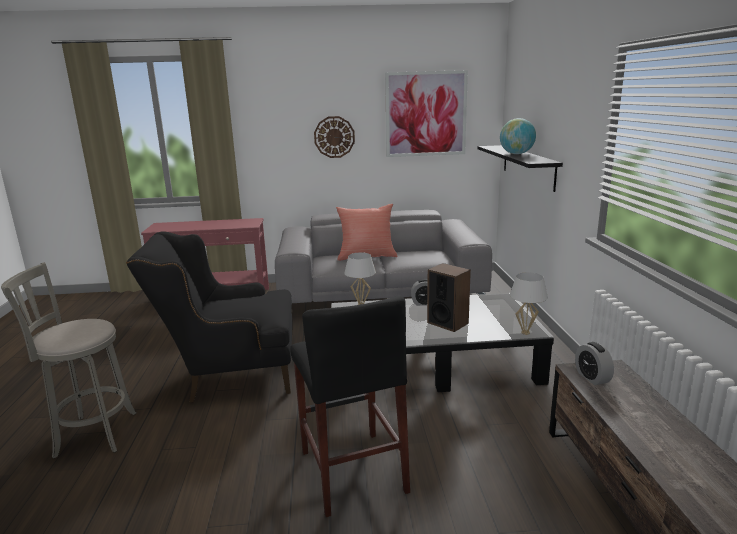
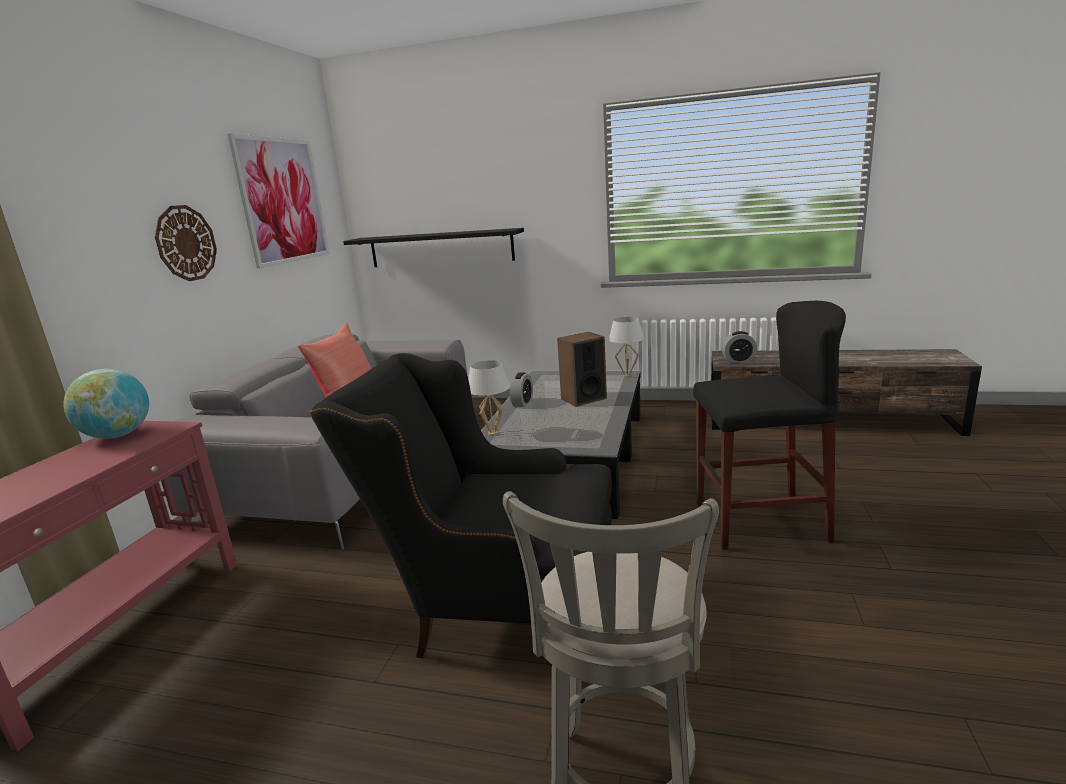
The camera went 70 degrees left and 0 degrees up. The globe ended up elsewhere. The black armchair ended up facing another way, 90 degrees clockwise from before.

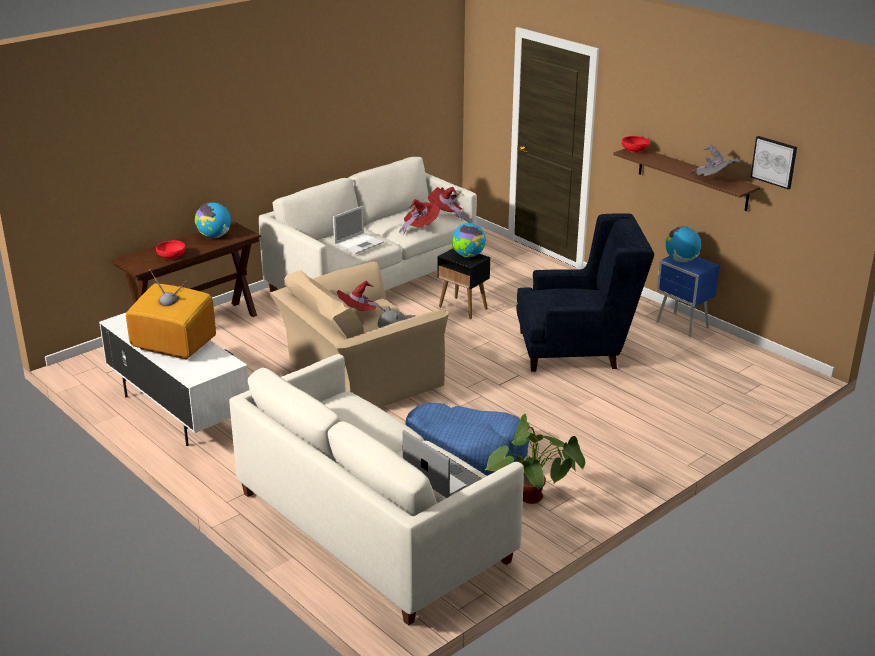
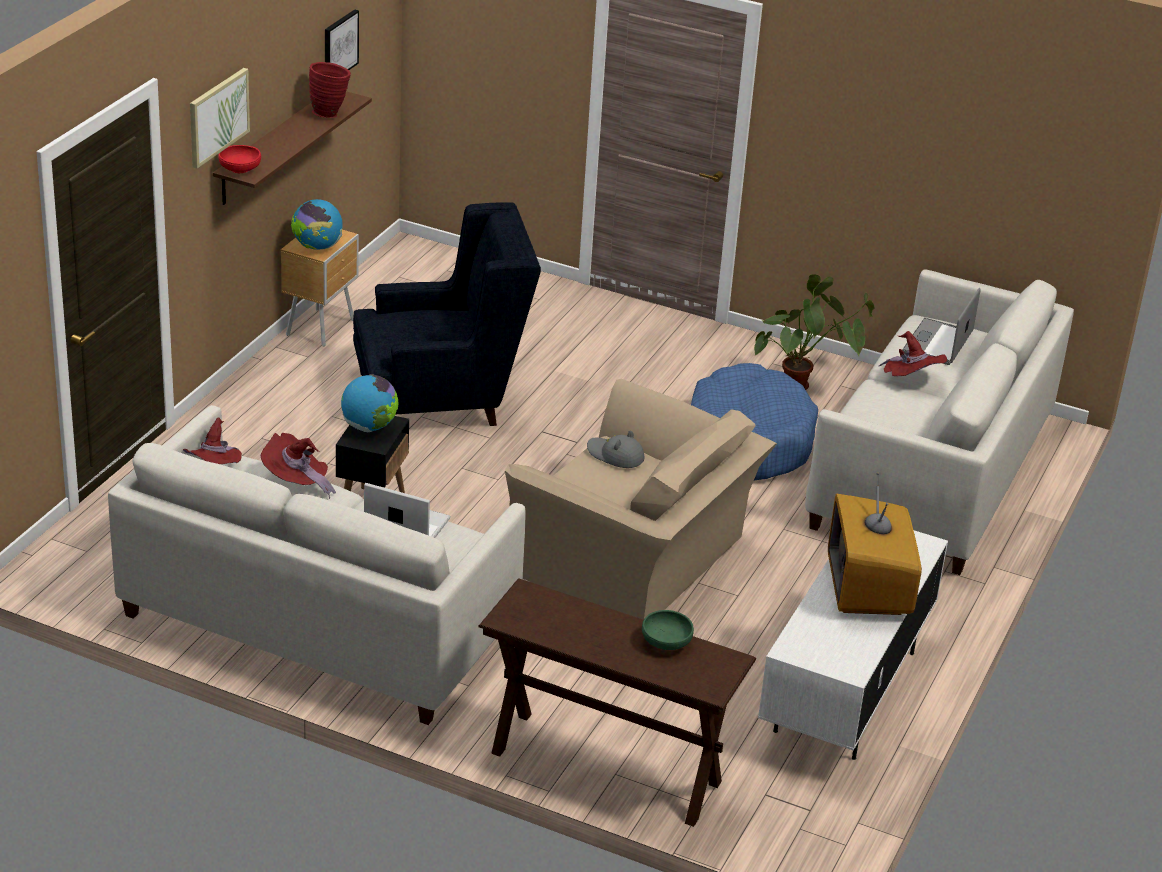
The camera went 115 degrees left and 5 degrees up. The second view lost the globe (1st from left). The second view gained the picture (1st from left). The red hat (1st from left in the first image) ended up elsewhere. Where the grey hat (2nd from left) stood, the red vase came to stand. What was the red bowl (1st from left) turned into the green bowl. What was the blue nightstand turned into the brown nightstand. The blue armchair ended up facing another way, 105 degrees clockwise from before.

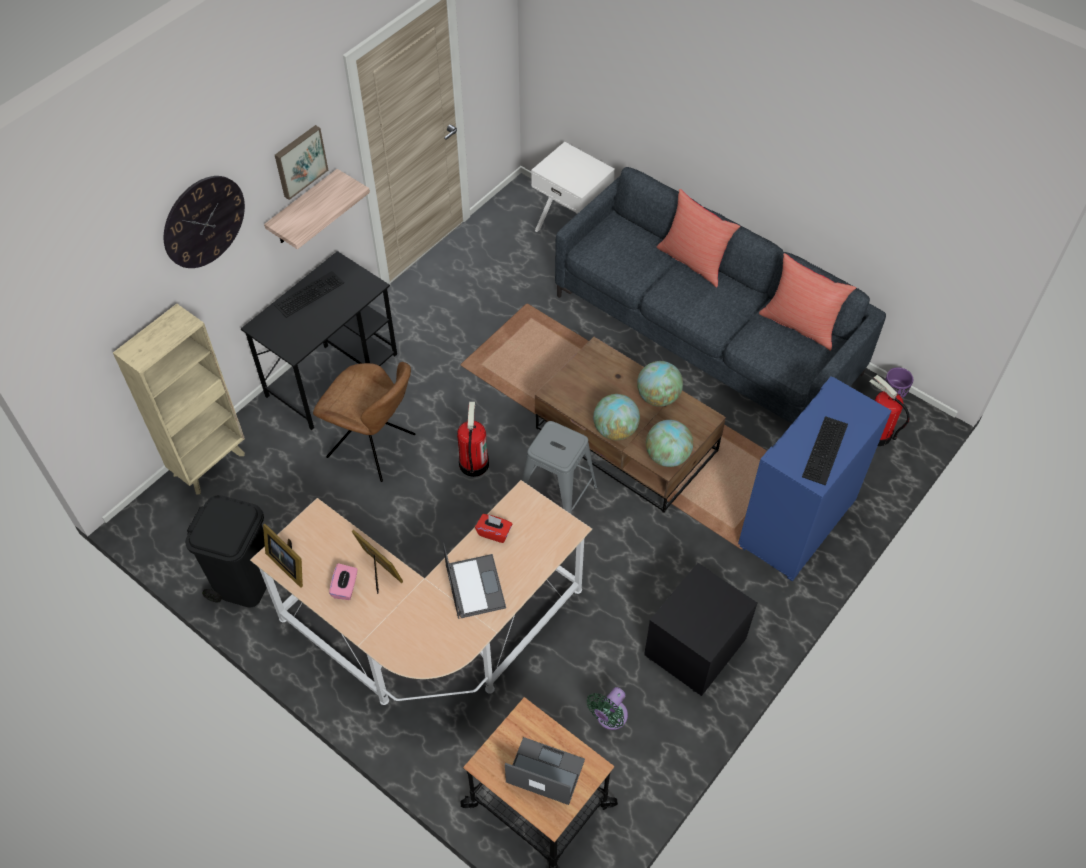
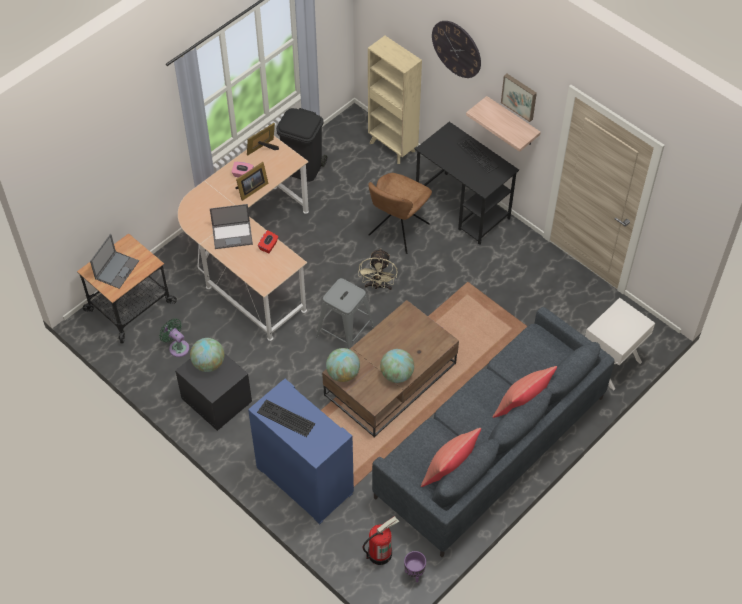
The camera went 95 degrees right and 0 degrees up. The globe (1st from left) ended up elsewhere. Where the fire extinguisher (1st from left) stood, the beige fan came to stand.

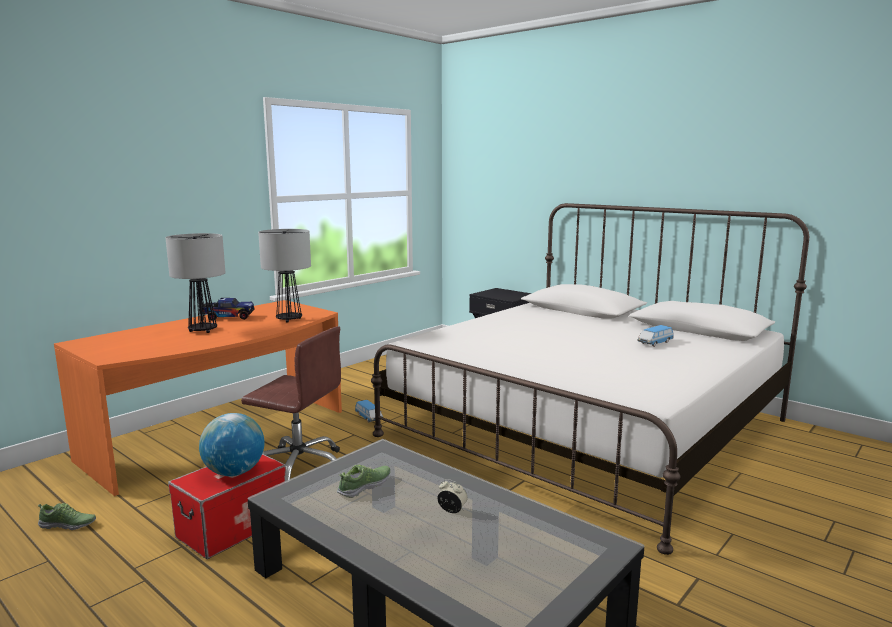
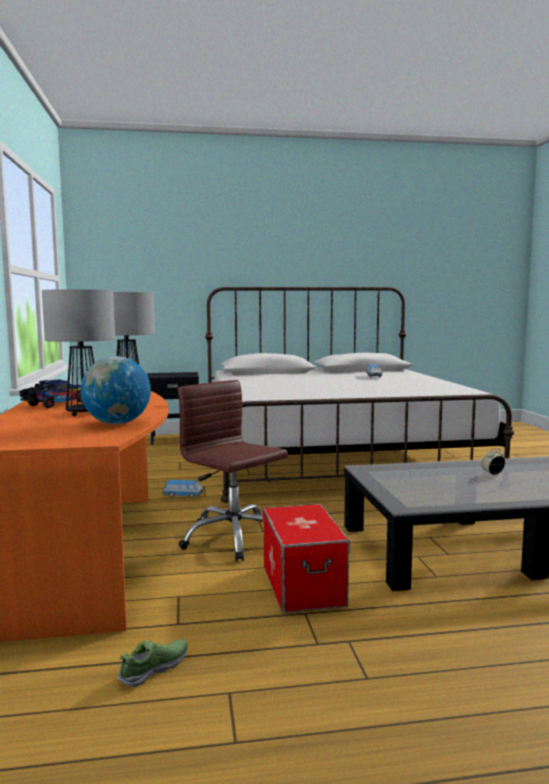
The camera went 50 degrees left and 5 degrees down. The second view lost the shoe (2nd from left). The globe ended up elsewhere. The brown office chair ended up facing another way, 105 degrees counterclockwise from before.

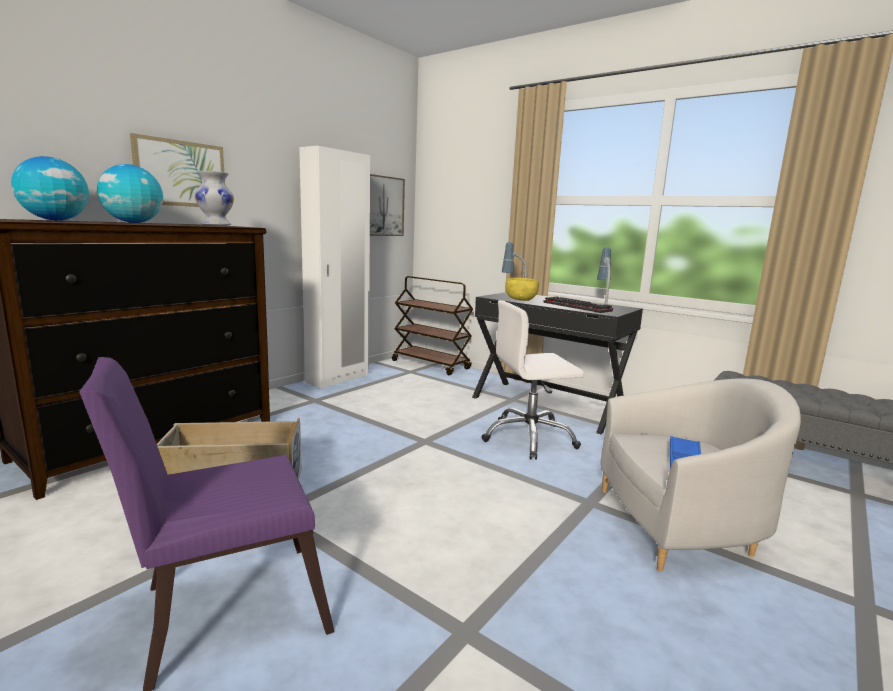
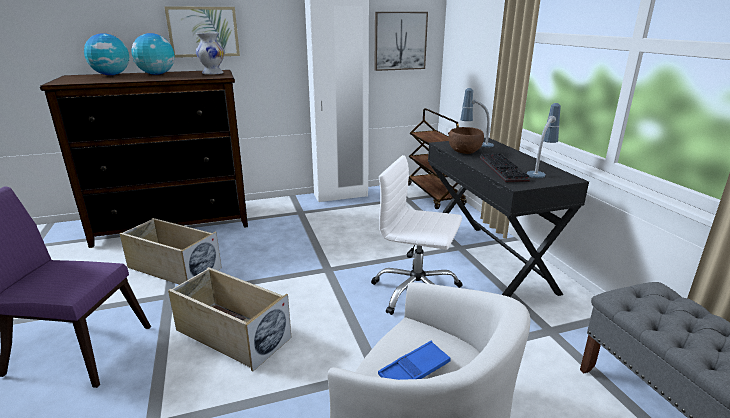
The camera went 35 degrees right and 10 degrees up. The second view gained the beige storage box (2nd from left). What was the yellow bowl turned into the brown bowl.

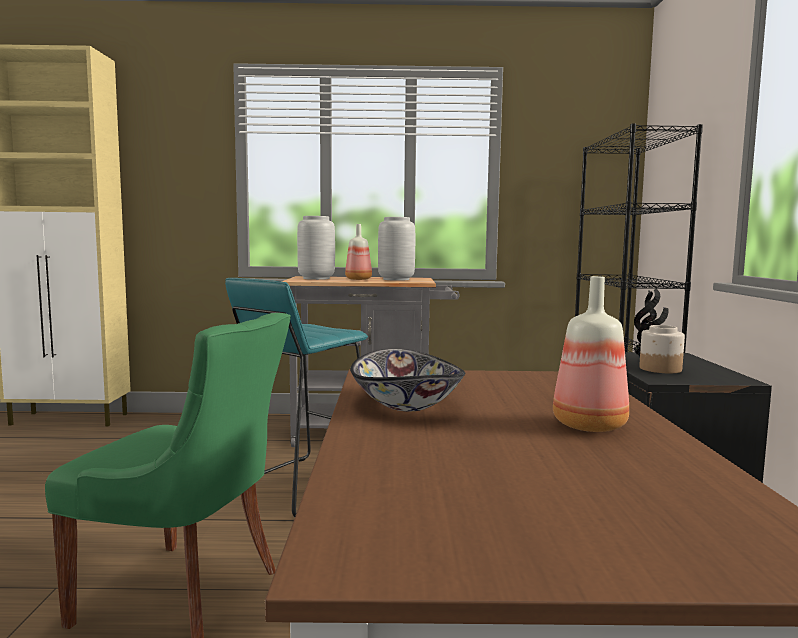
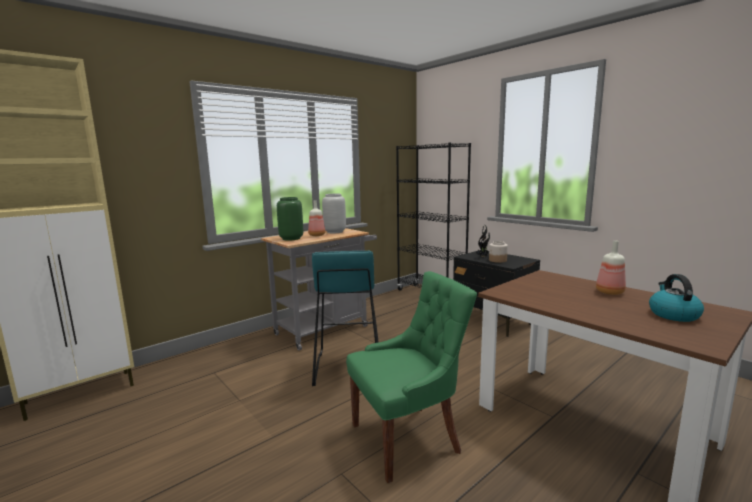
The camera went 40 degrees left and 5 degrees up. The second view lost the bowl. The second view gained the kettle. What was the grey vase (1st from left) turned into the green vase.

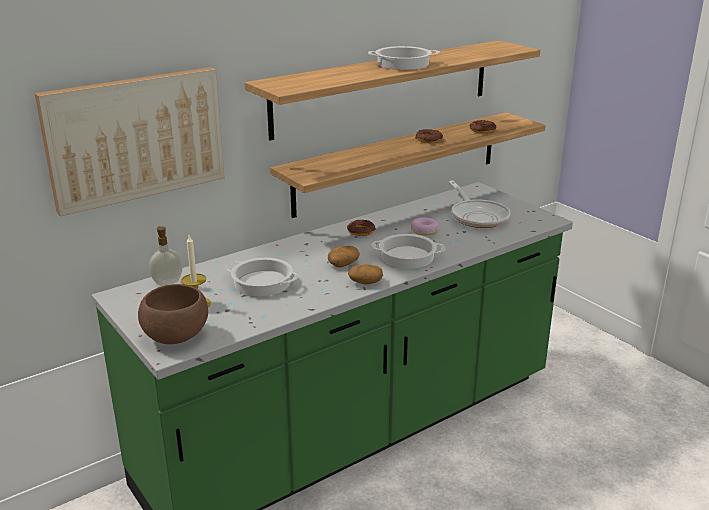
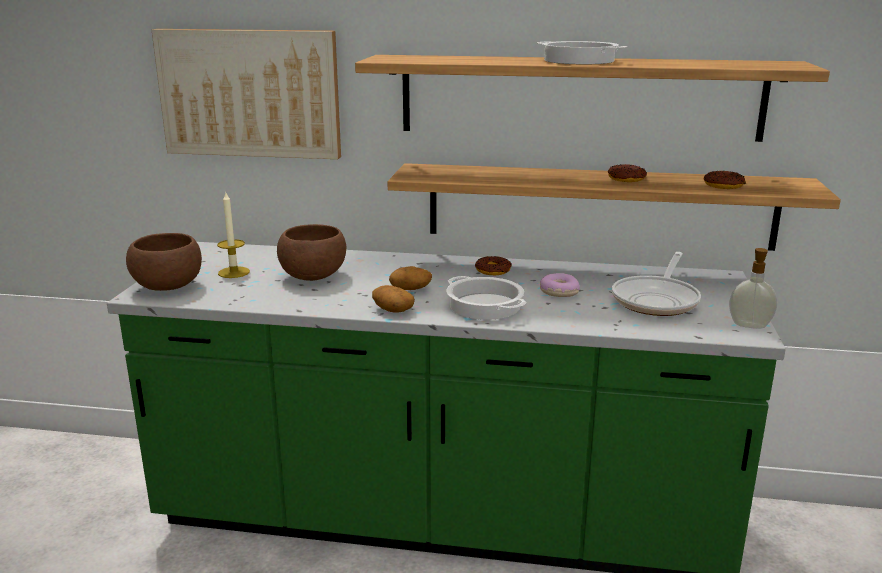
The camera went 45 degrees right and 5 degrees down. The soap dispenser ended up elsewhere. Where the cooking pot (1st from left) stood, the brown bowl (2nd from left) came to stand.

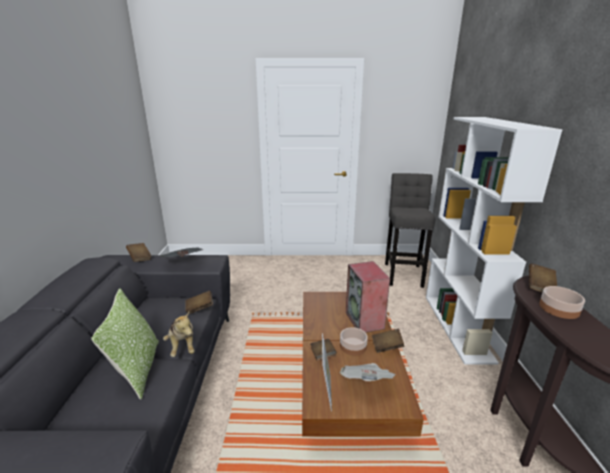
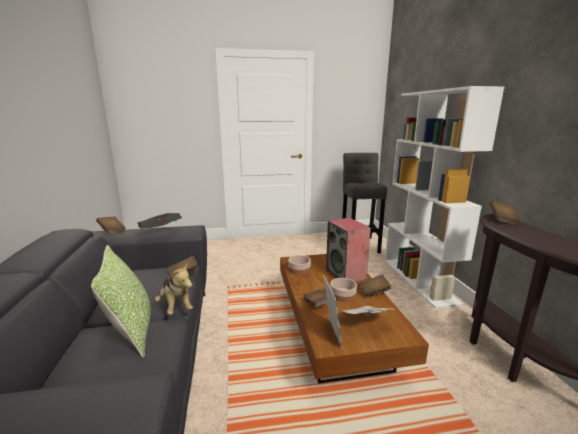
The camera went 10 degrees left and 5 degrees down. The bowl (2nd from left in the first image) ended up elsewhere.

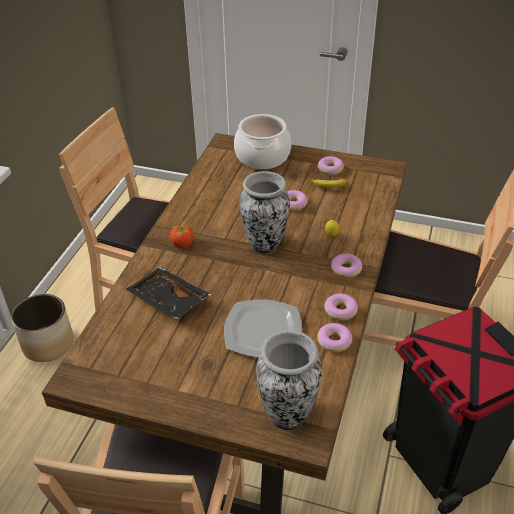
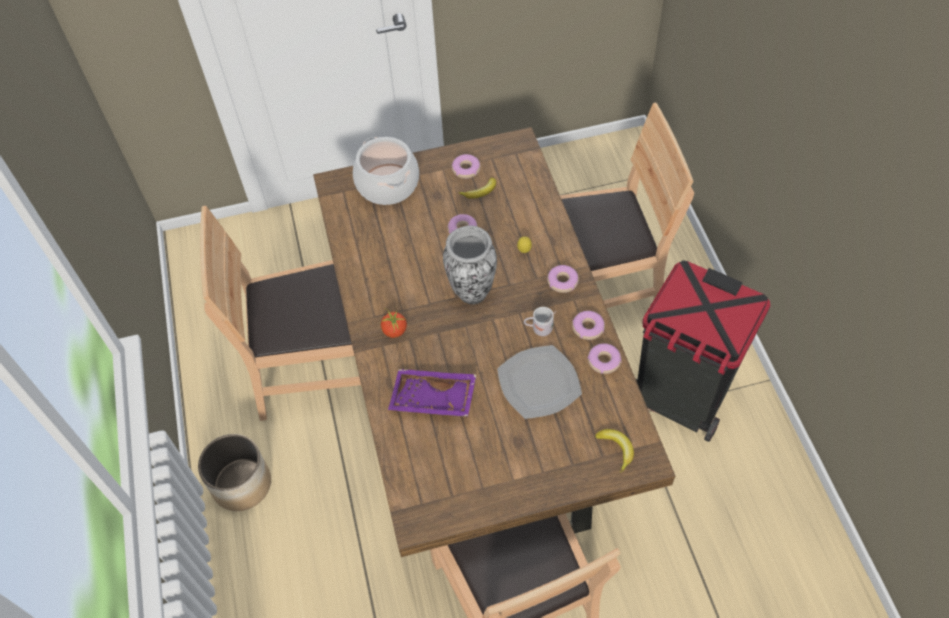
The camera went 30 degrees left and 15 degrees up. The second view gained the white mug. Where the vase (2nd from left) stood, the banana (2nd from left) came to stand. What was the black tray turned into the purple tray.

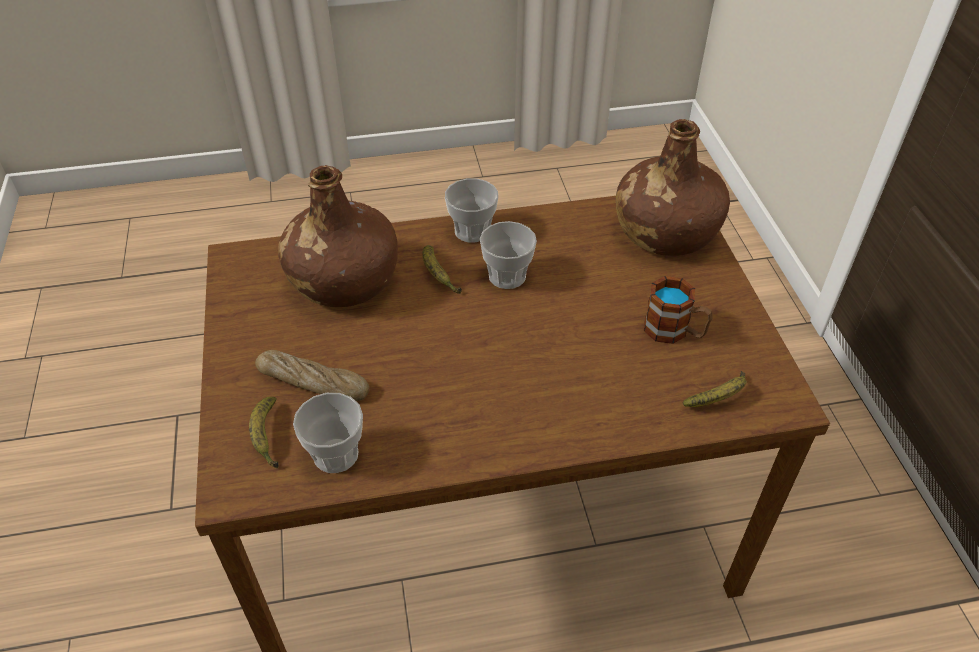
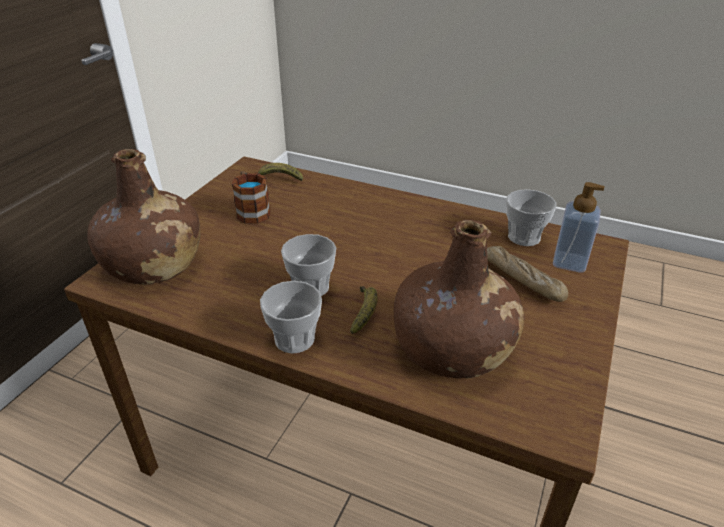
The camera went 145 degrees left and 10 degrees down. Where the banana (1st from left) stood, the soap dispenser came to stand.

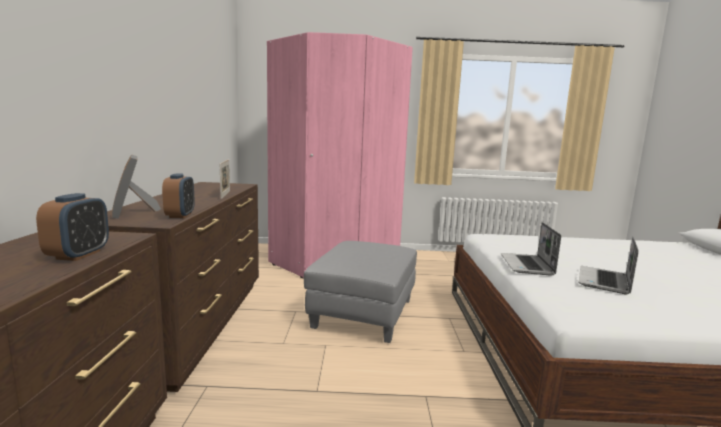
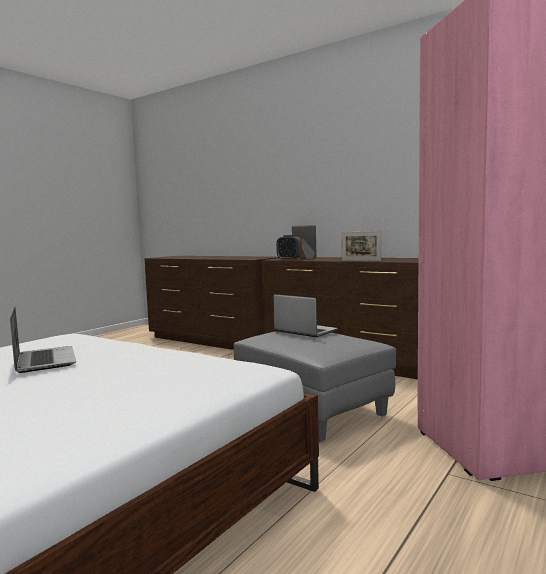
The camera went 125 degrees right and 5 degrees down. The second view lost the alarm clock (1st from left). The laptop (1st from left in the first image) ended up elsewhere.

